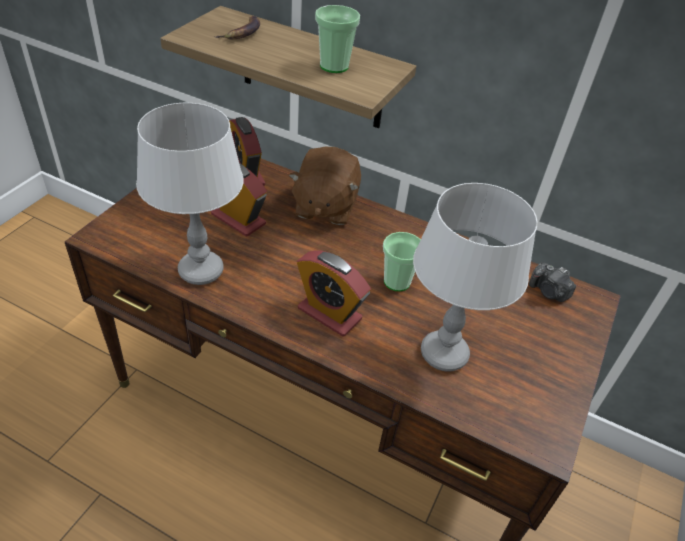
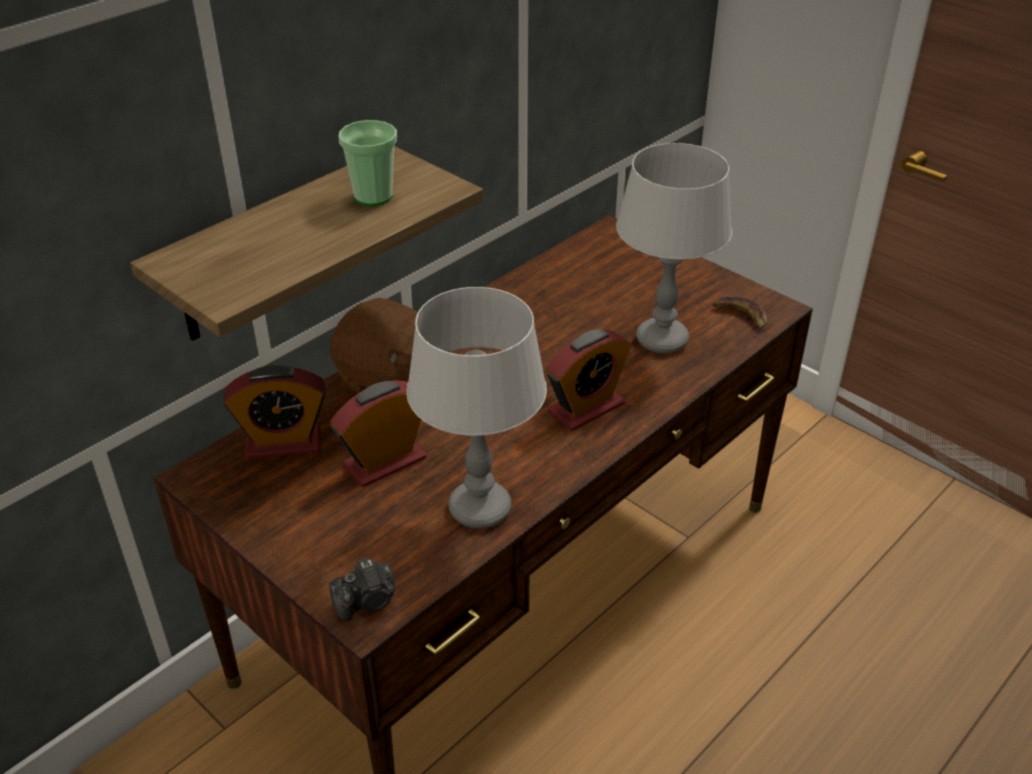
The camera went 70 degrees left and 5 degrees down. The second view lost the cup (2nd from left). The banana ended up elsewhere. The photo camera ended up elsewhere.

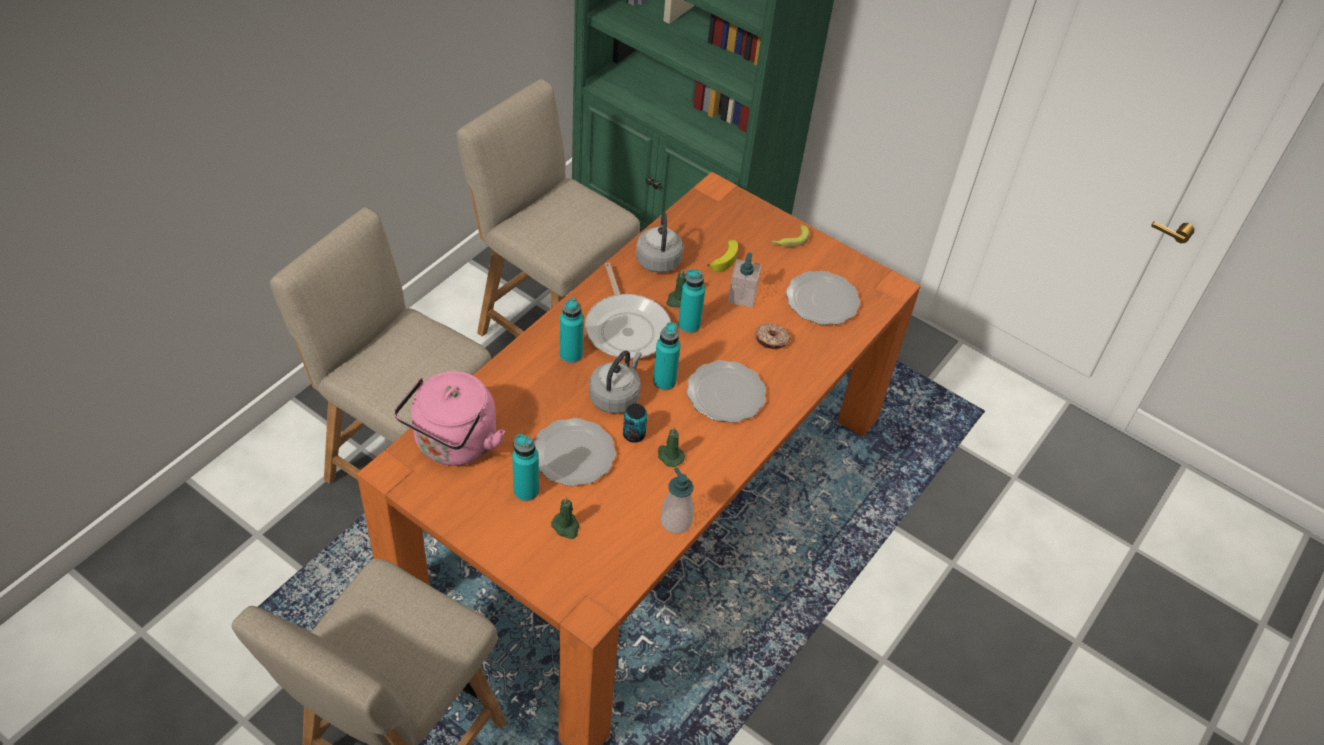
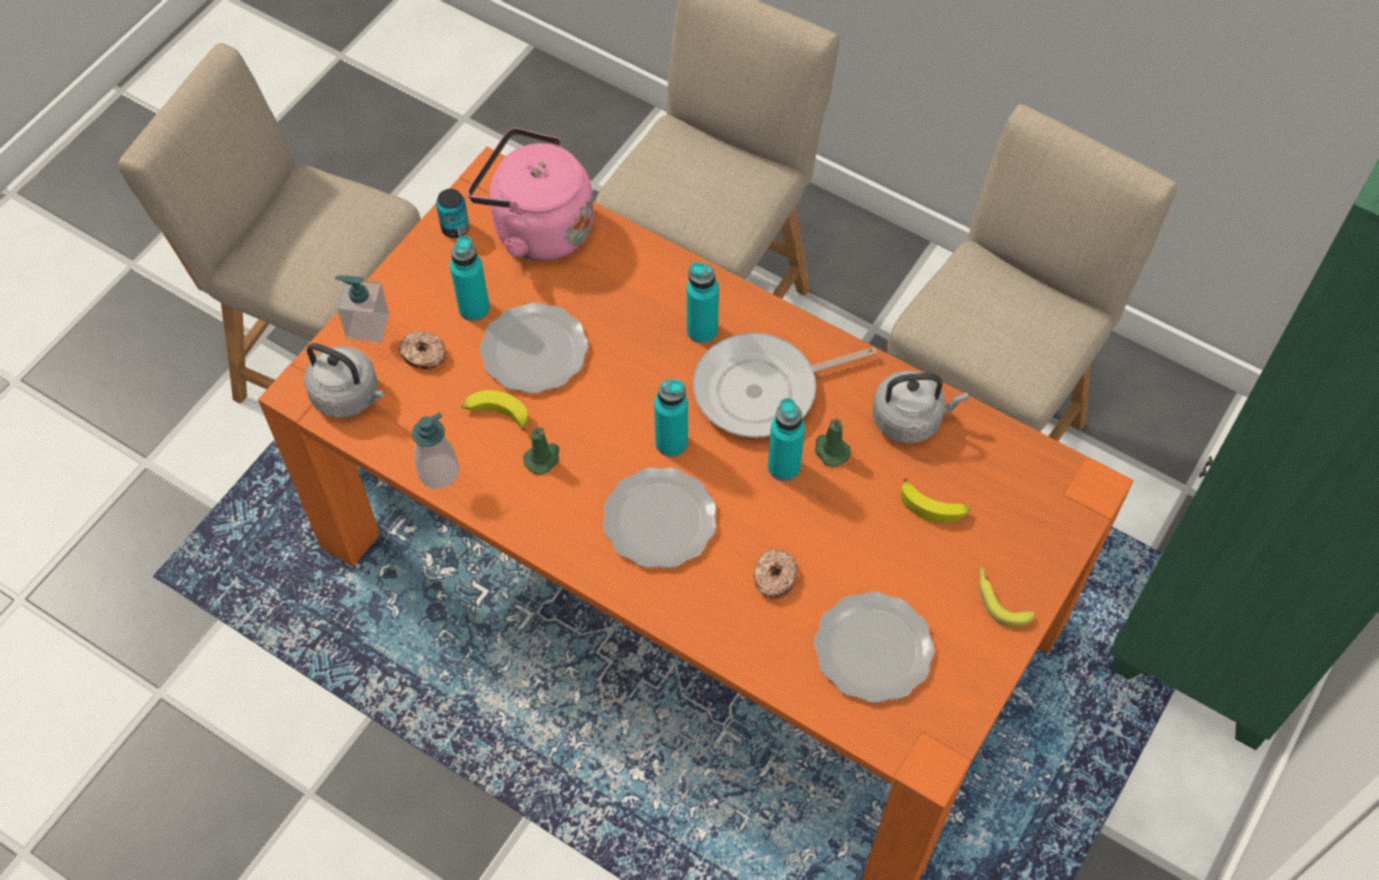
The camera went 90 degrees right and 10 degrees up. The second view gained the banana (1st from left). The grey kettle (1st from left) ended up elsewhere. The can ended up elsewhere. The soap dispenser (2nd from left in the first image) ended up elsewhere. Where the green candle (1st from left) stood, the donut (1st from left) came to stand.

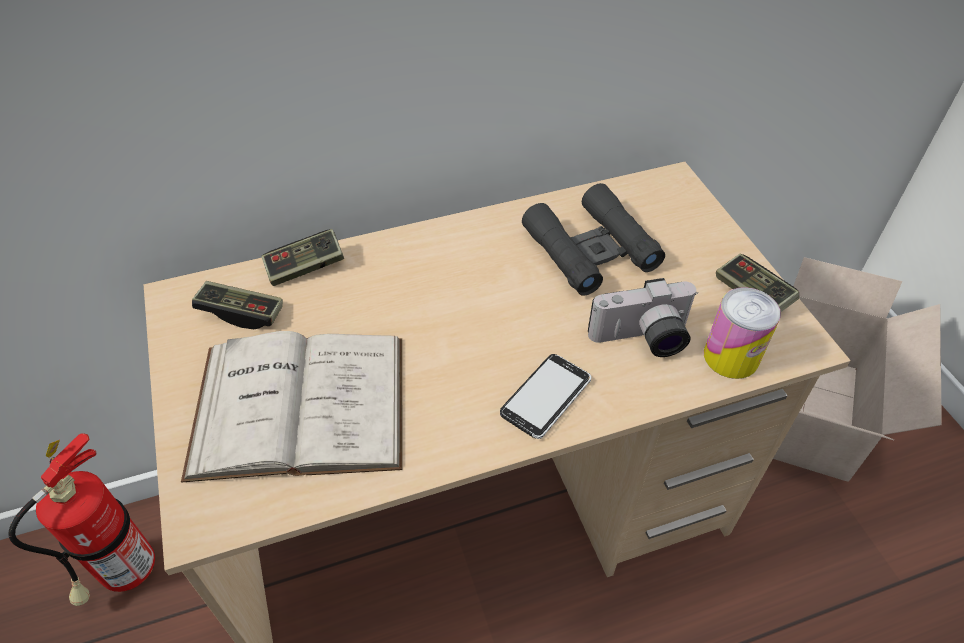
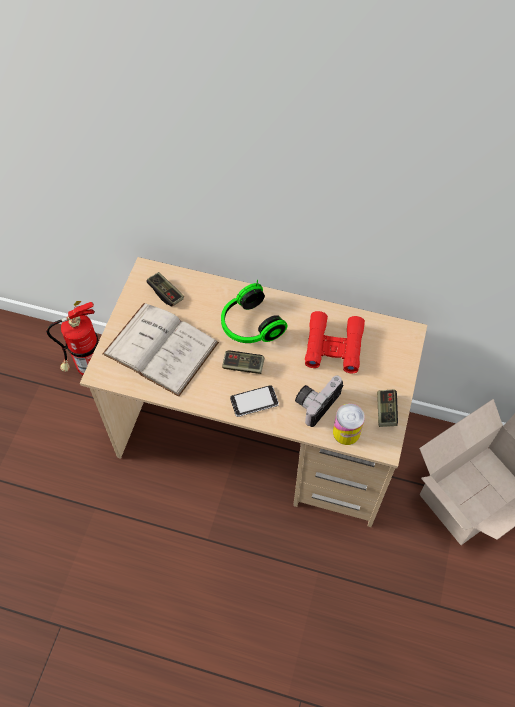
The camera went 35 degrees right and 10 degrees up. The second view gained the headphones. The game controller (2nd from left) ended up elsewhere. What was the black binoculars turned into the red binoculars. The photo camera ended up facing another way, 105 degrees clockwise from before.

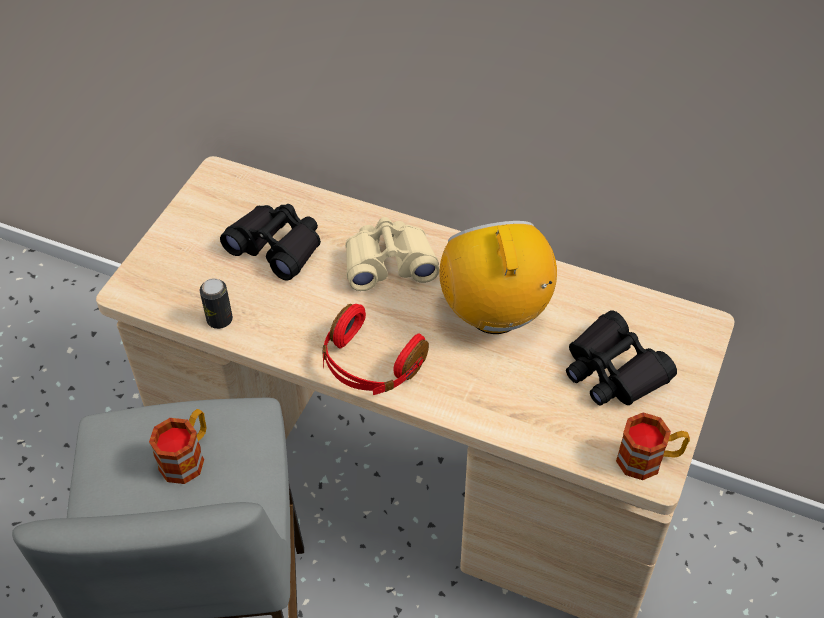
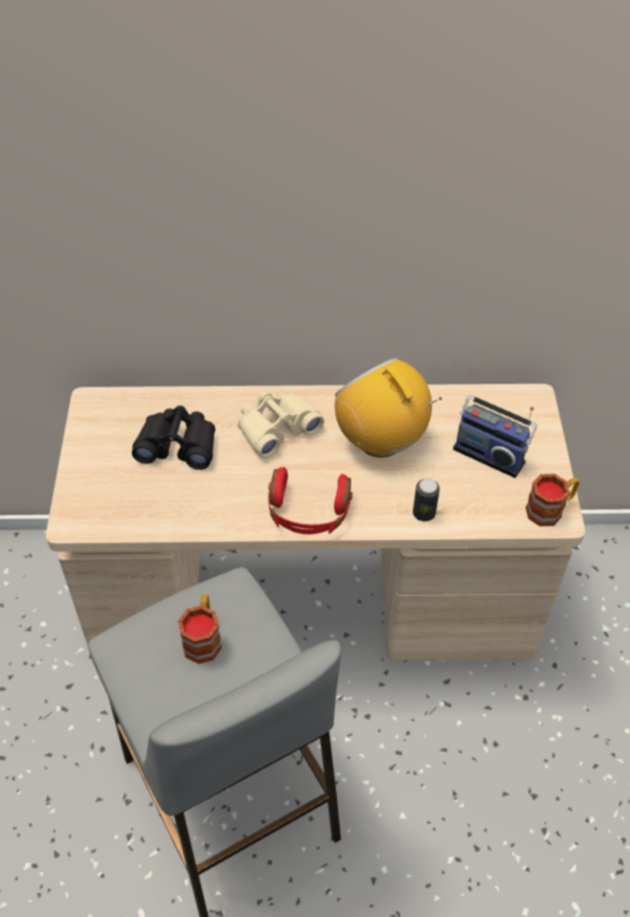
The camera went 25 degrees left and 0 degrees up. The can ended up elsewhere. Where the black binoculars (2nd from left) stood, the radio (2nd from left) came to stand.

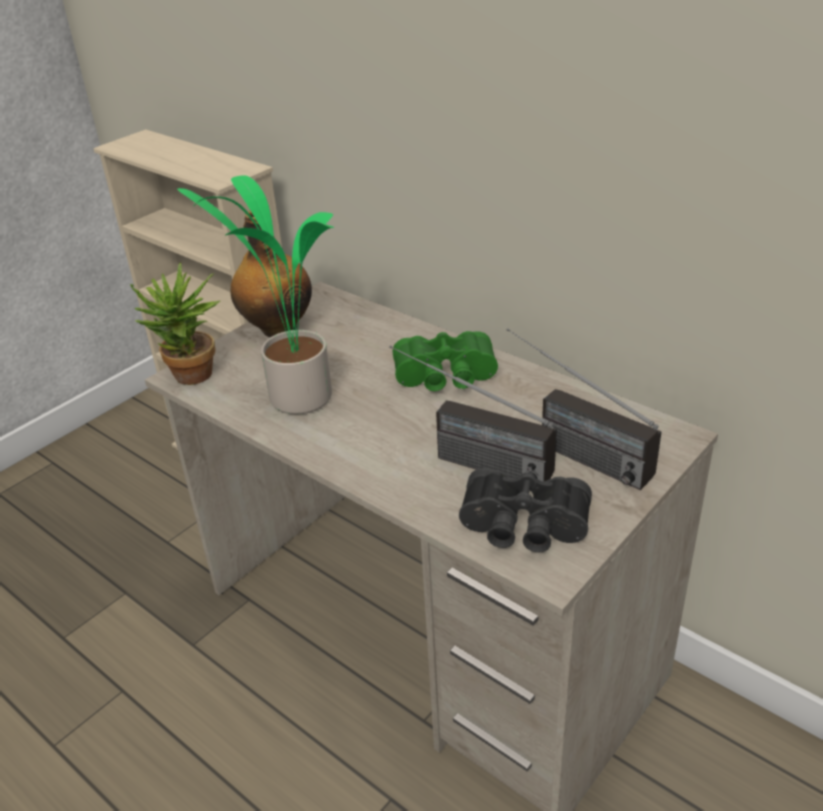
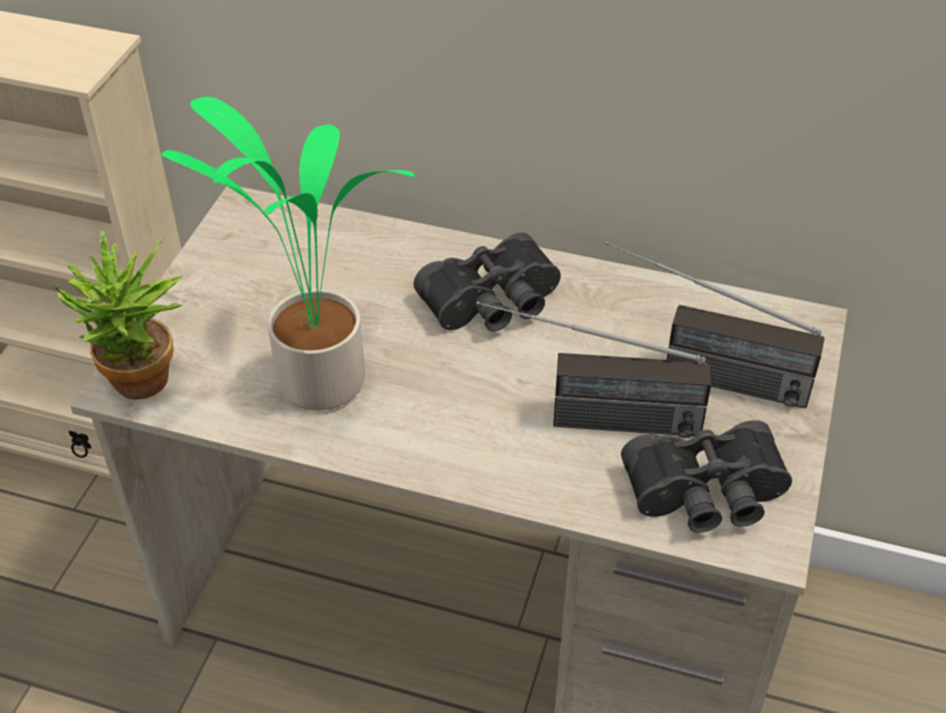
The camera went 25 degrees left and 10 degrees up. The second view lost the bottle. What was the green binoculars turned into the black binoculars (1st from left).

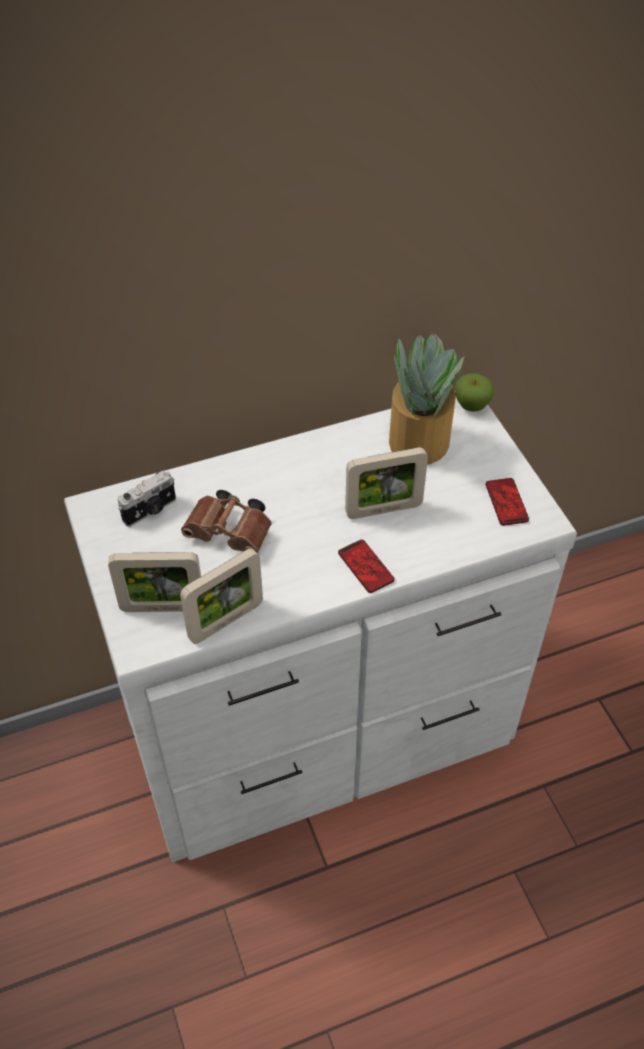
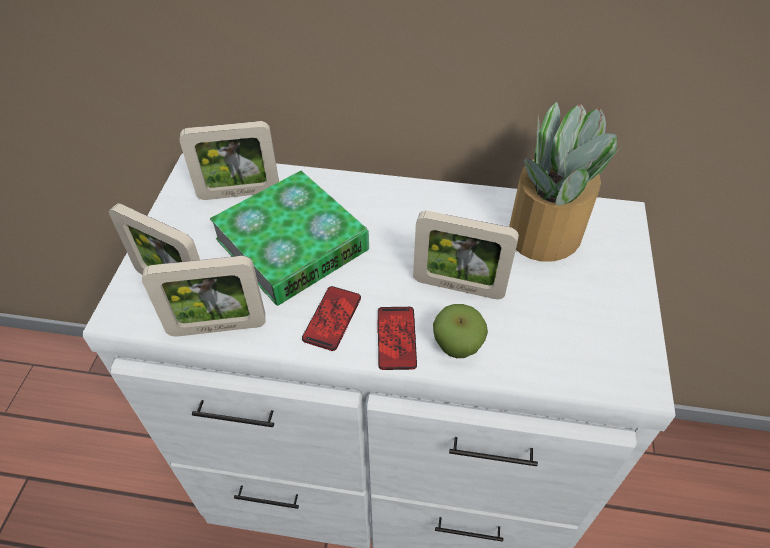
The camera went 30 degrees right and 0 degrees up. The apple ended up elsewhere. The phone (2nd from left in the first image) ended up elsewhere. Where the photo camera stood, the picture frame (3rd from left) came to stand. Where the brown binoculars stood, the book came to stand.

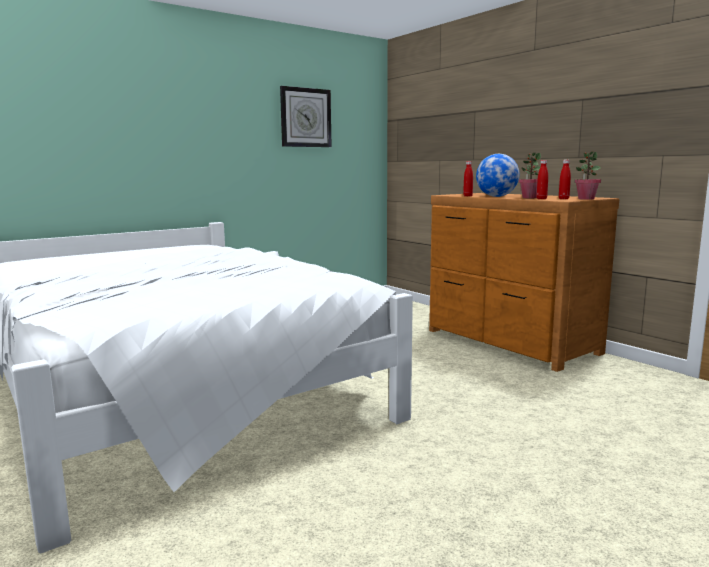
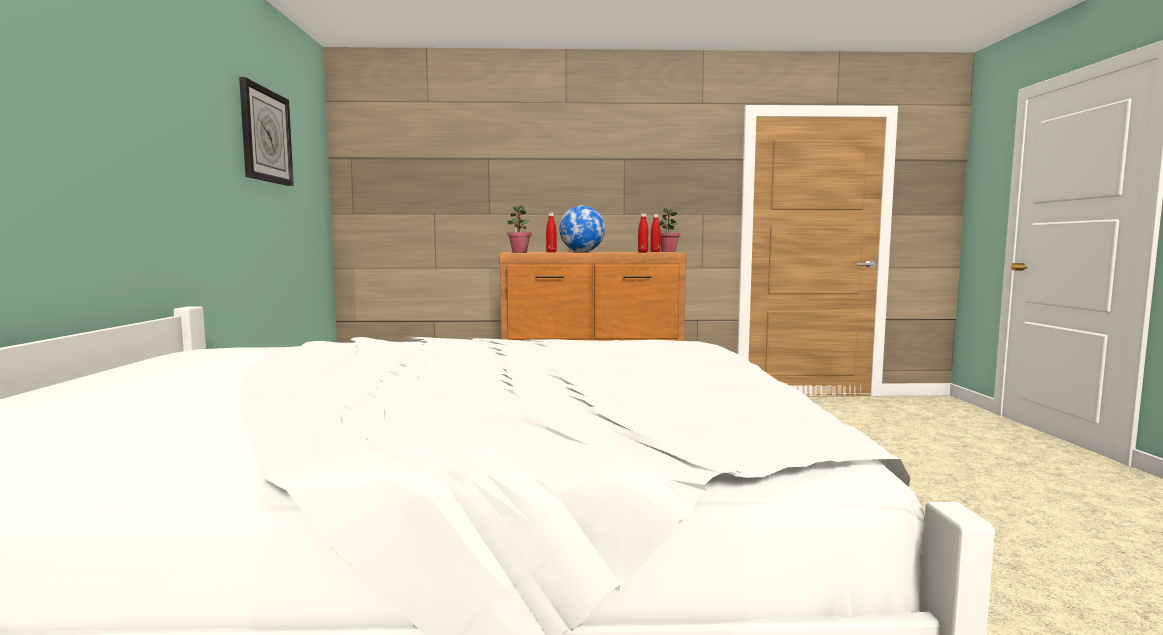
The camera went 55 degrees left and 5 degrees down. The potted plant (1st from left) ended up elsewhere.

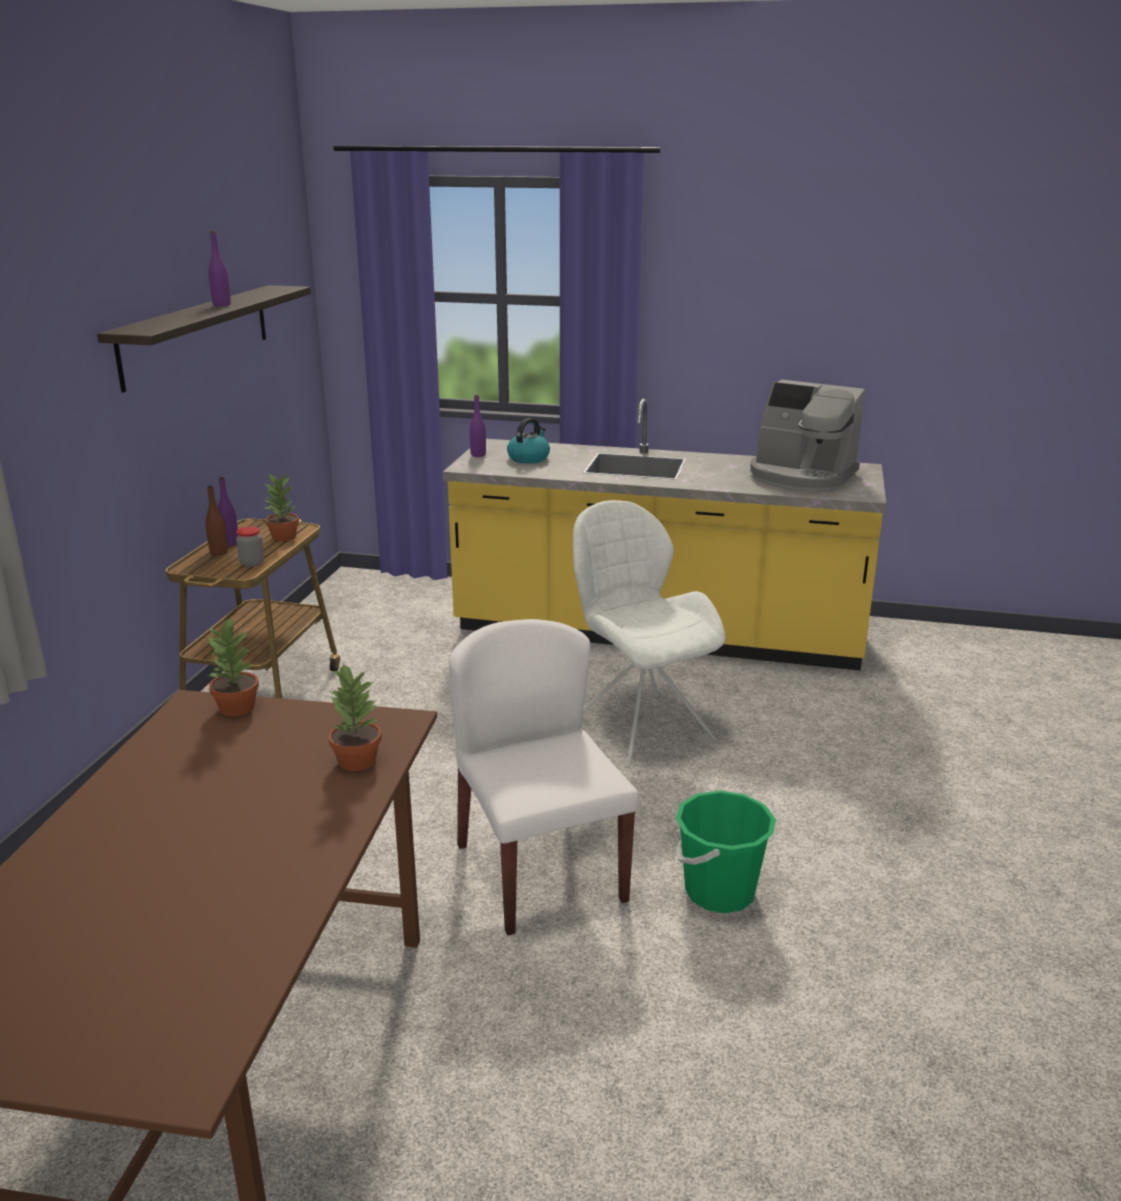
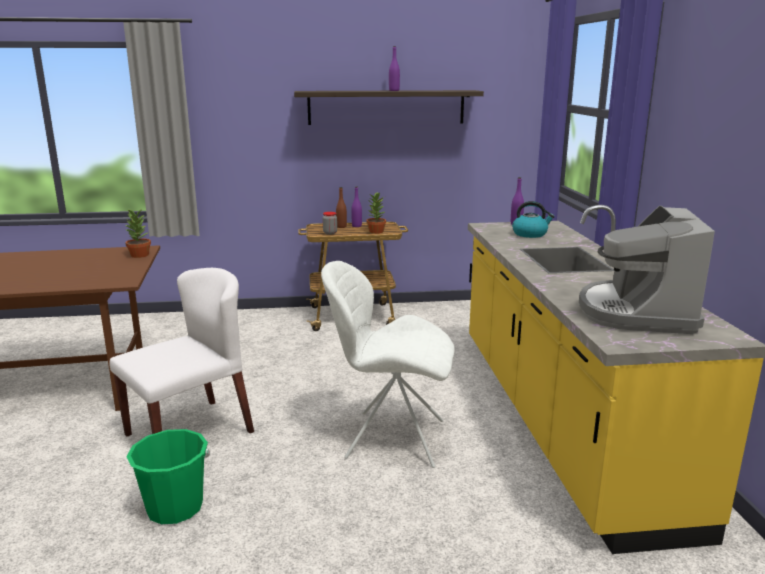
The camera went 70 degrees right and 5 degrees down. The second view lost the potted plant (3rd from left). The white chair (2nd from left) ended up facing another way, 120 degrees counterclockwise from before.

